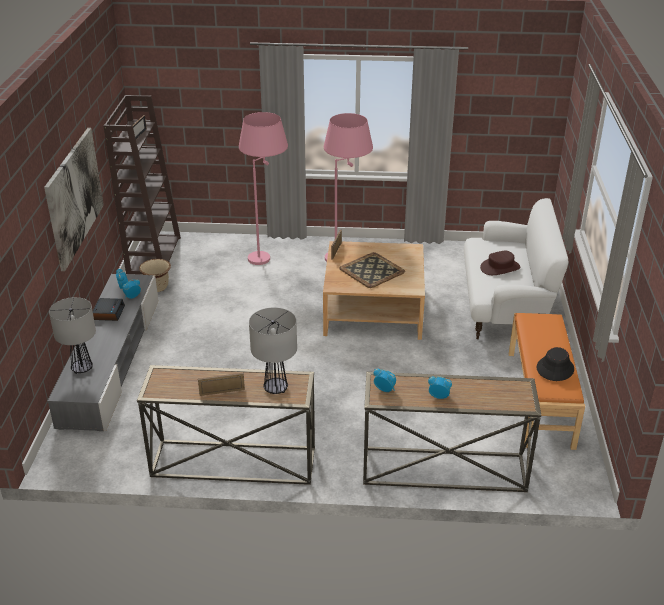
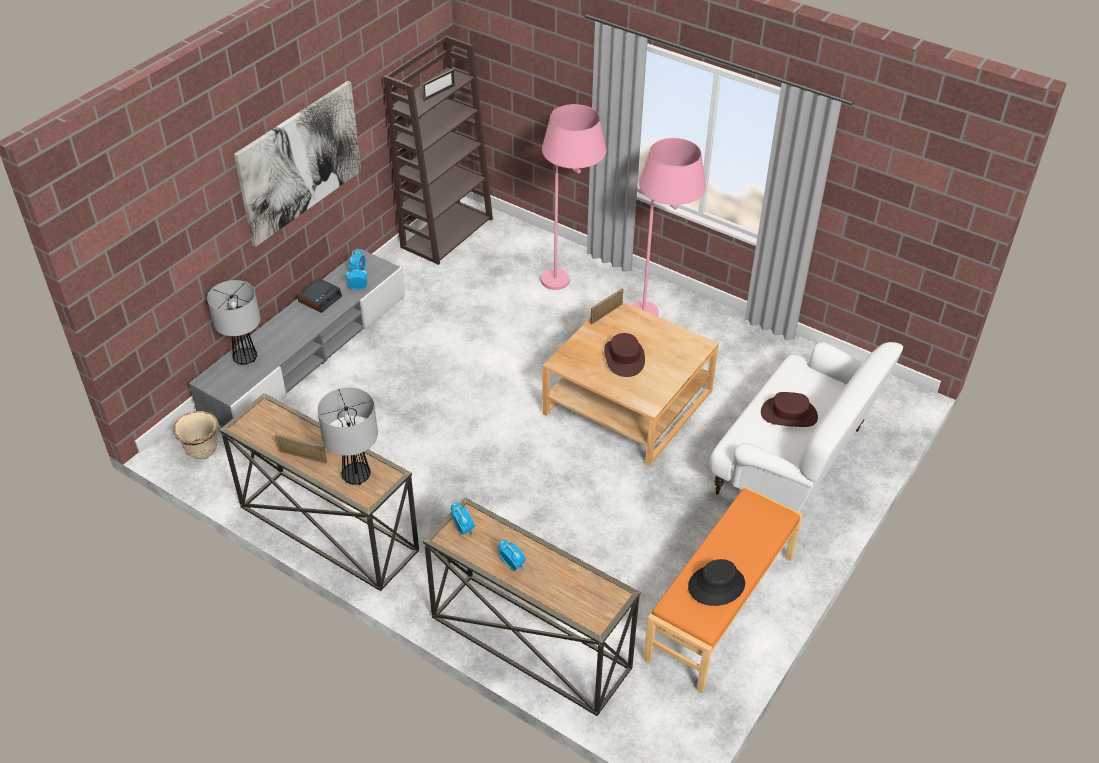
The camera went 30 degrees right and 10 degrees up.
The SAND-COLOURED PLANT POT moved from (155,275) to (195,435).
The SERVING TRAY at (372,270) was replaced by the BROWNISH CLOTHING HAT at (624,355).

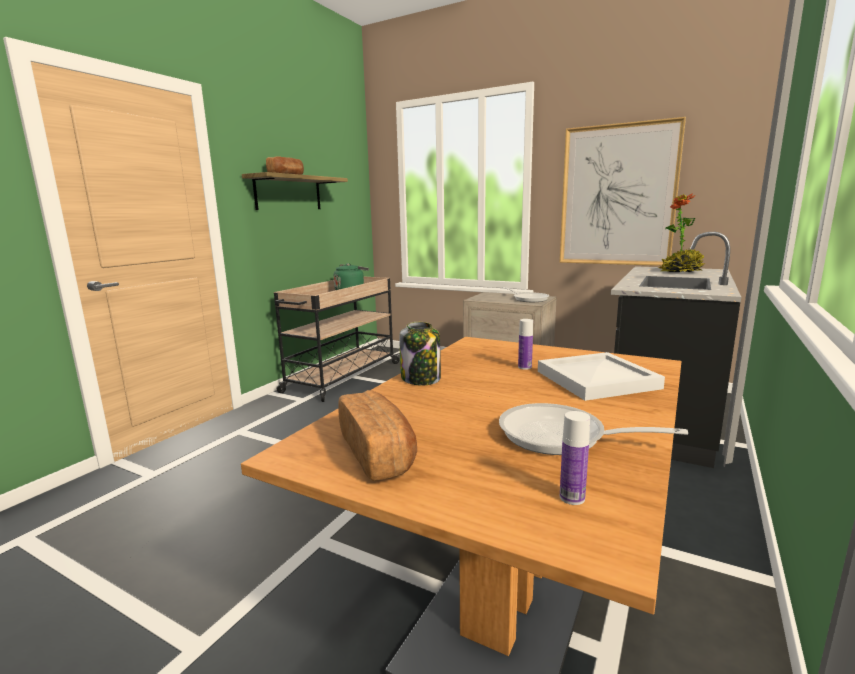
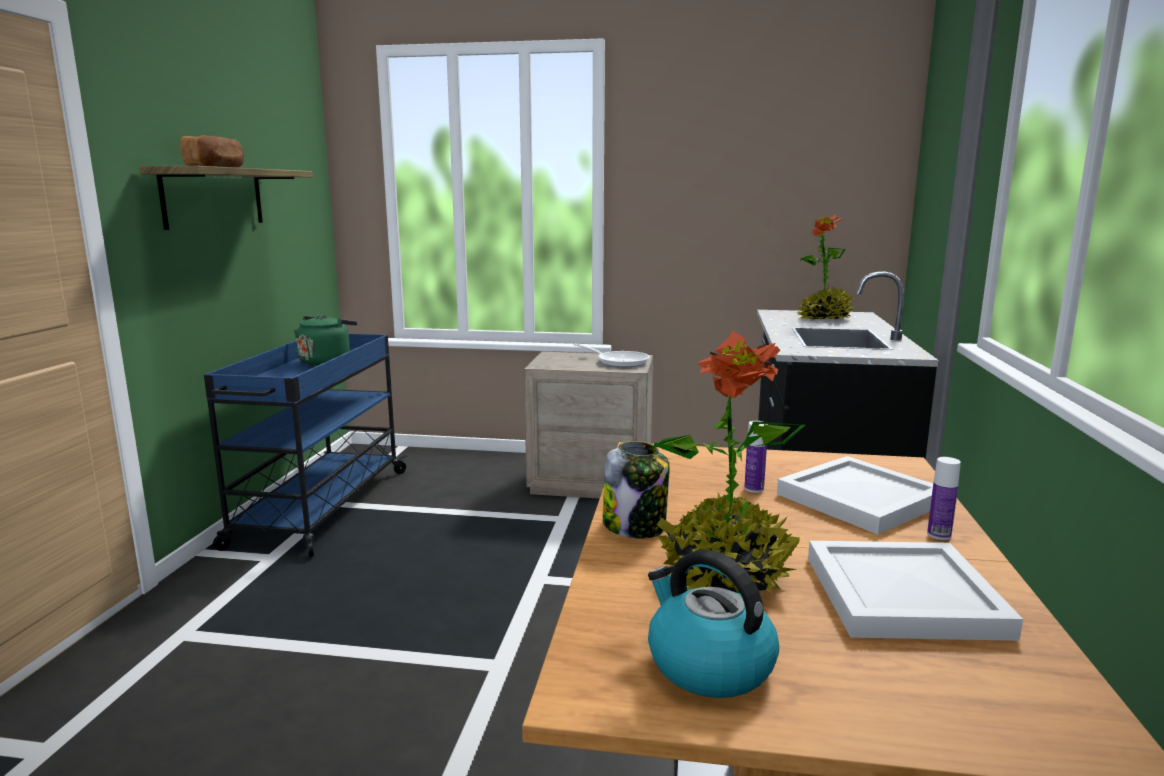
The camera went 20 degrees left and 0 degrees up.
The SAND-COLOURED WHEELED CART at (337,339) became the BLUE WHEELED CART at (306,445).
The BREAD at (377,435) was replaced by the KETTLE at (713,623).
The FRYING PAN at (593,429) was replaced by the WHITE-COLOURED SERVING TRAY at (915,591).
The PICTURE at (622,191) disappeared.
The DRINK BOTTLE moved from (575,458) to (944,498).
The POTTED PLANT at (727,462) appeared.

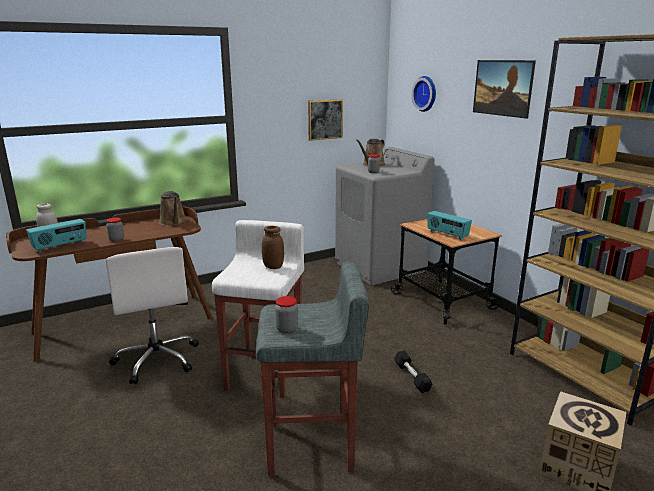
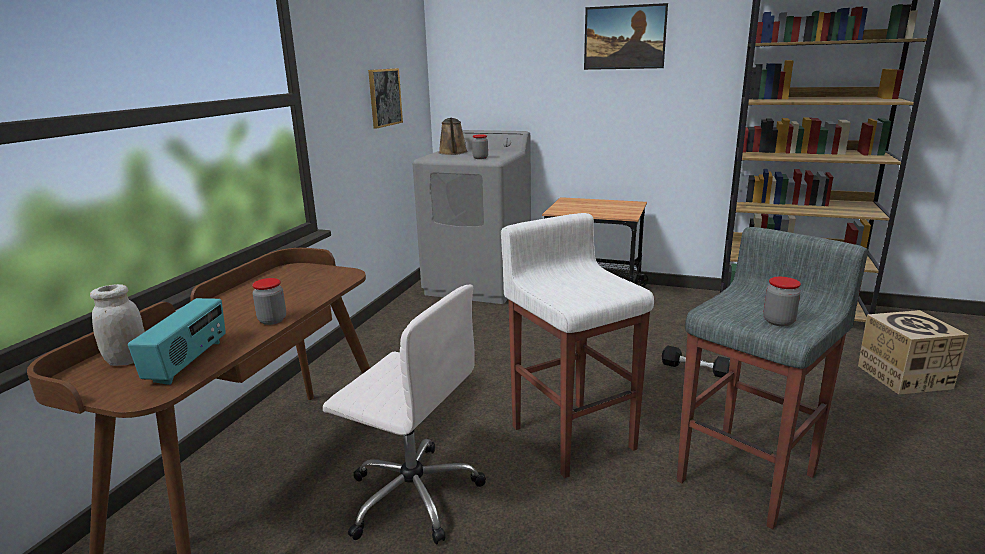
The camera went 40 degrees left and 0 degrees up.
The BROWNISH WATERING POT at (173,208) disappeared.
The BROWNISH PRESERVE JAR at (273,247) disappeared.
The CLOCK ON THE WALL at (424,94) disappeared.
The RADIO RECEIVER at (449,225) disappeared.

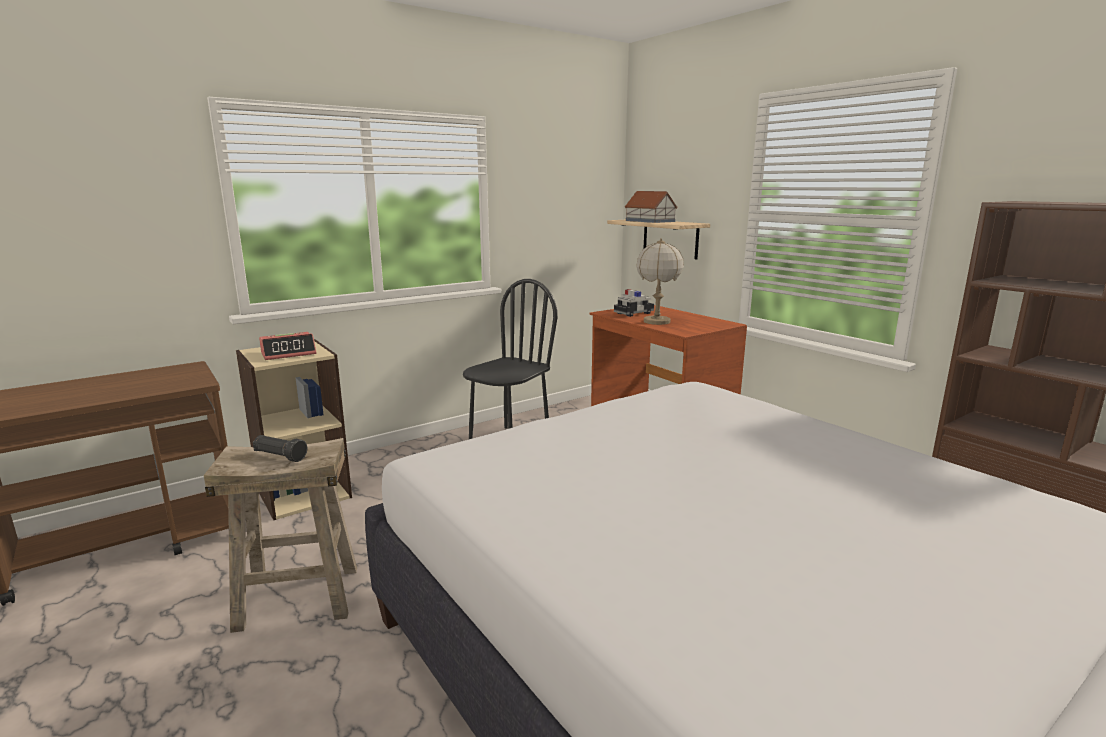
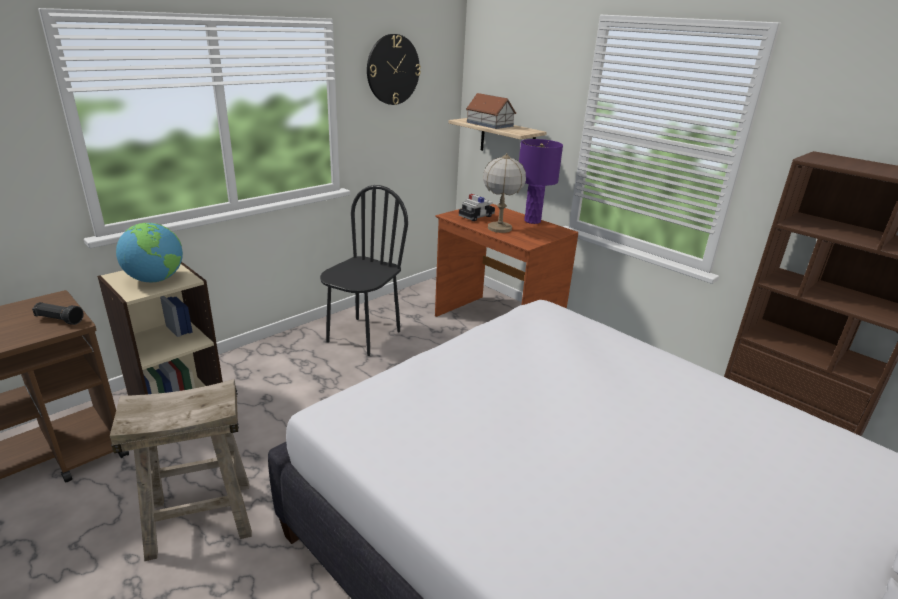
The camera went 10 degrees left and 10 degrees up.
The BLACK-COLOURED FLASHLIGHT moved from (280,448) to (58,313).
The TABLE CLOCK at (287,346) was replaced by the GLOBE at (149,252).
The CLOCK ON THE WALL at (394,69) appeared.
The PURPLE LAMP FOR A TABLE at (541,181) appeared.

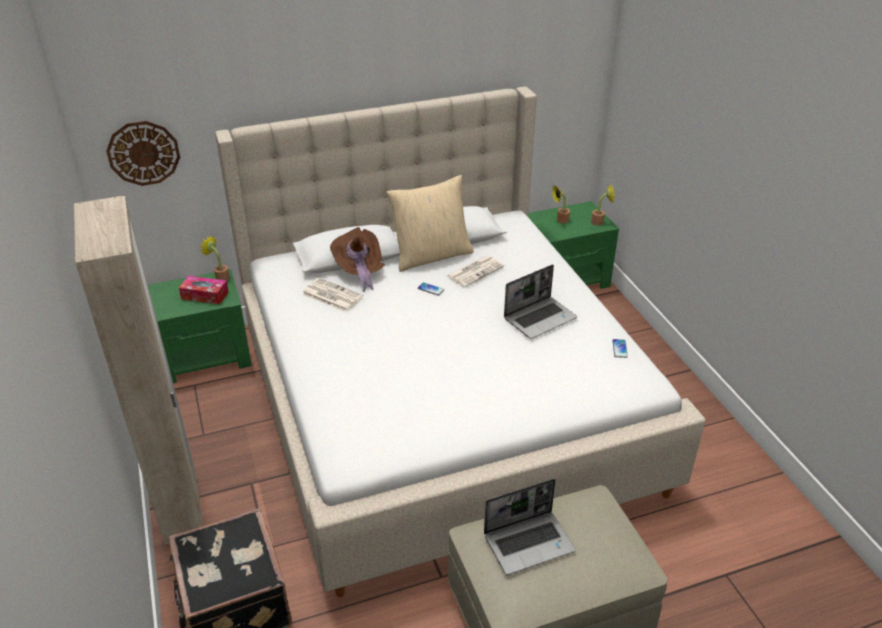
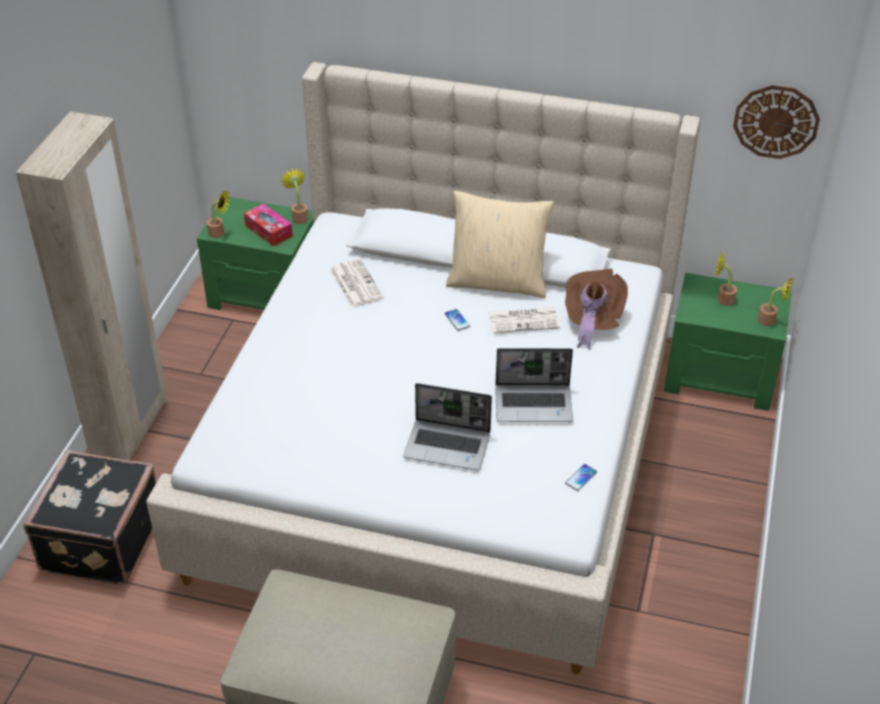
The camera went 35 degrees right and 5 degrees up.
The CLOCK ON THE WALL moved from (143,153) to (776,122).
The BROWNISH CLOTHING HAT moved from (357,259) to (596,309).
The NOTEBOOK COMPUTER moved from (530,527) to (447,427).
The POTTED PLANT at (219,214) appeared.

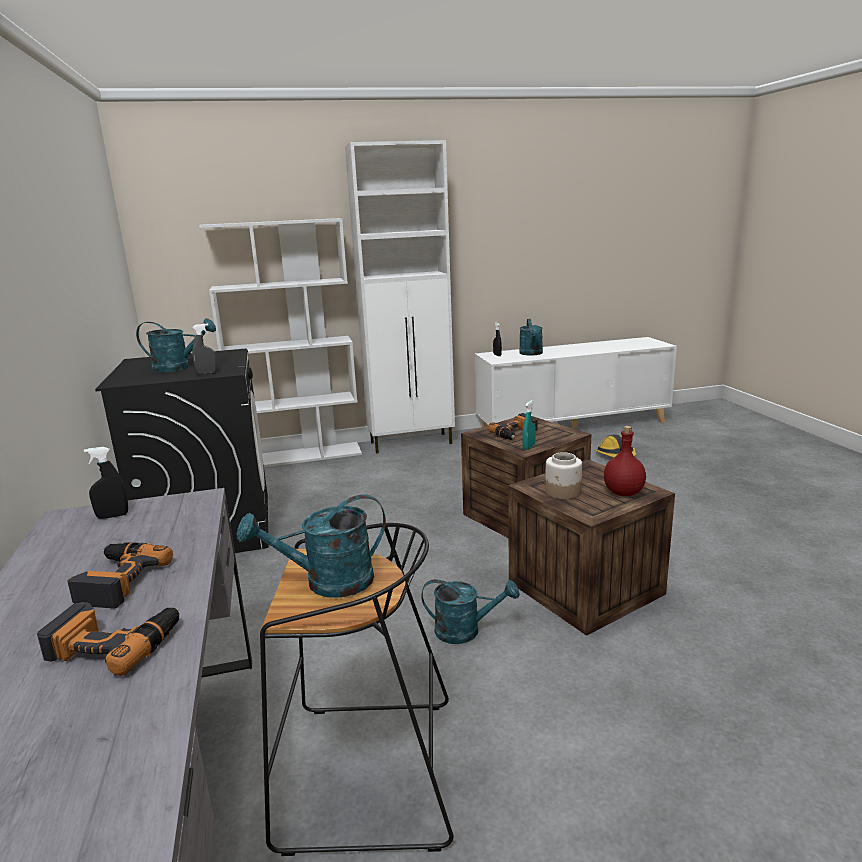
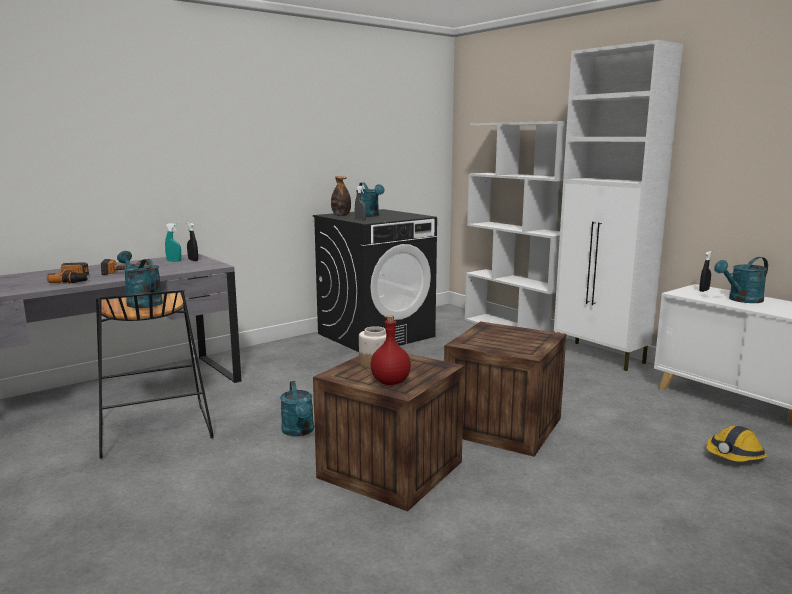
The camera went 65 degrees right and 5 degrees down.
The DRILL at (513,426) disappeared.
The TURQUOISE-COLOURED SPRAYER moved from (529,425) to (173,242).
The DRINK BOTTLE at (341,196) appeared.

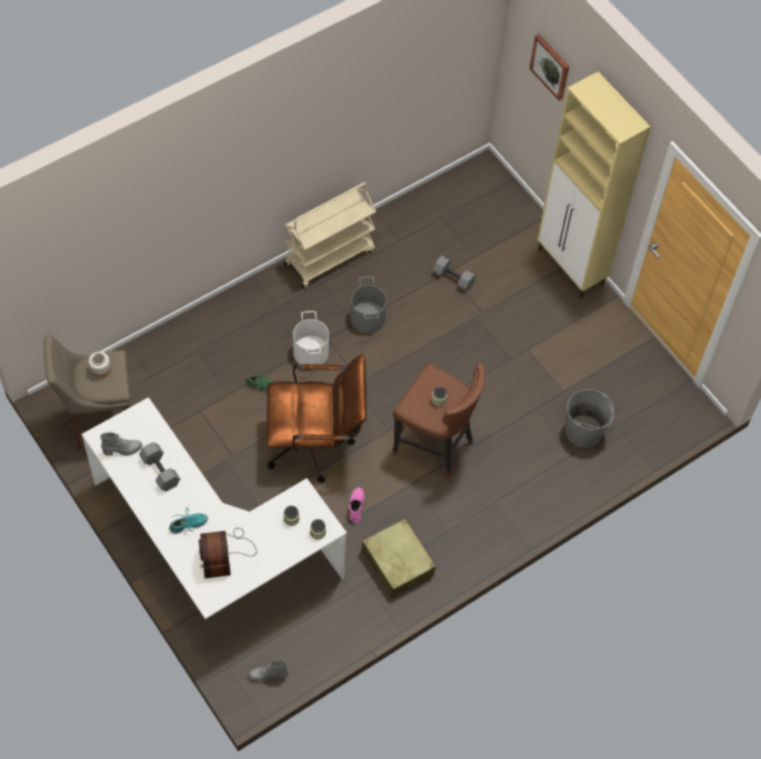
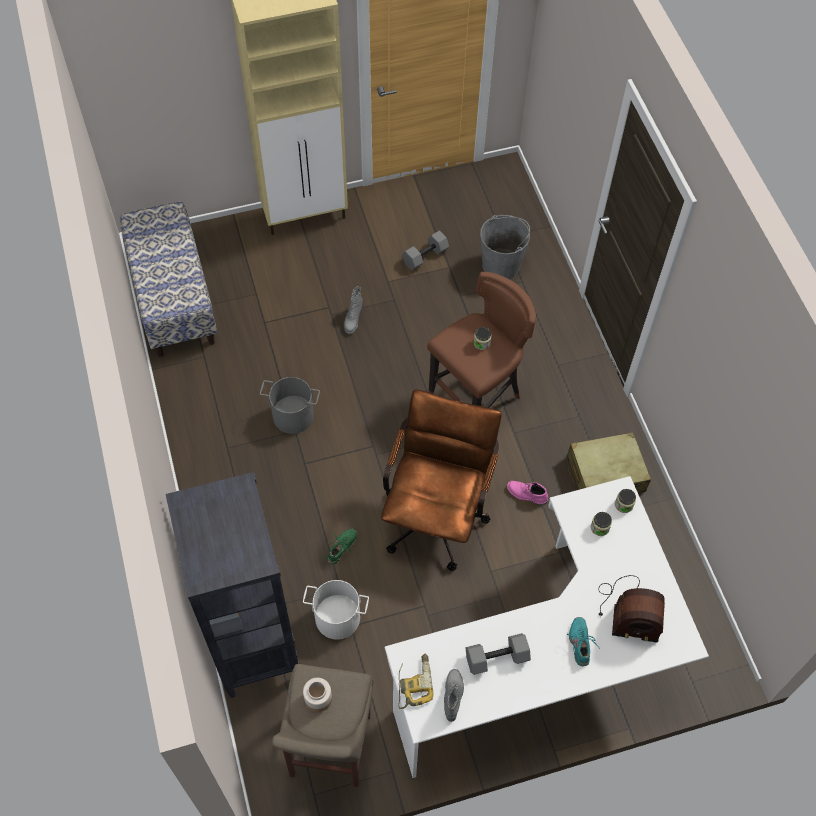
The camera went 70 degrees left and 0 degrees up.
The GRAY HIGH-TOP BOOT moved from (269,671) to (353,310).
The SAND-COLOURED WHEELED CART at (330,235) disappeared.
The WHITE-COLOURED BUCKET moved from (311,338) to (336,610).
The GRAY DUMBBELL moved from (454,273) to (425,250).
The PICTURE at (549,67) disappeared.
The INDOOR BENCH at (168,279) appeared.
The BLACK-COLOURED BOOKSHELF at (232,585) appeared.
The DRILL at (415,681) appeared.

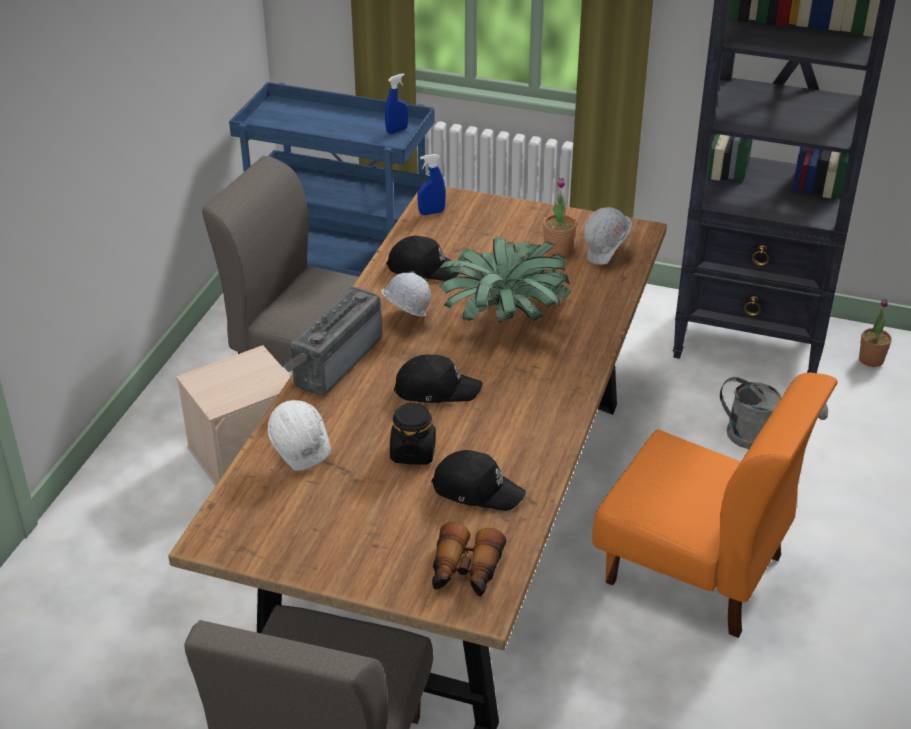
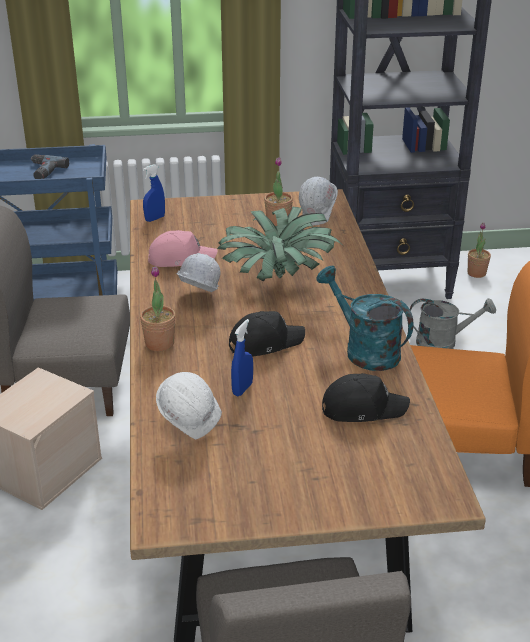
The camera went 25 degrees left and 5 degrees down.
The RADIO RECEIVER at (332,341) was replaced by the POTTED PLANT at (158,308).
The BLUE SPRAYER moved from (396,103) to (242,357).
The BLACK-COLOURED BASEBALL CAP at (423,258) became the PINKISH BASEBALL CAP at (183,248).
The BLACK-COLOURED PRESERVE JAR at (413,433) disappeared.
The BINOCULARS at (469,559) disappeared.
The DRILL at (50,166) appeared.
The TURQUOISE-COLOURED WATERING POT at (365,318) appeared.

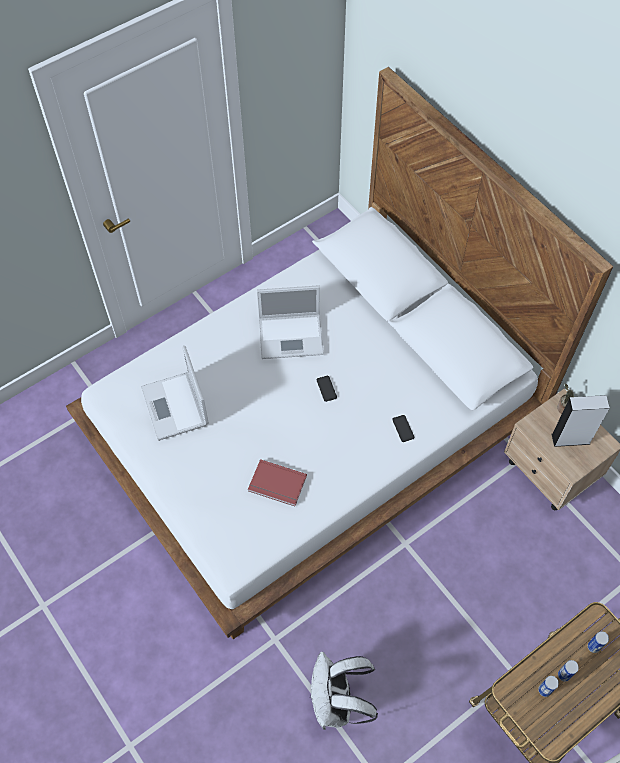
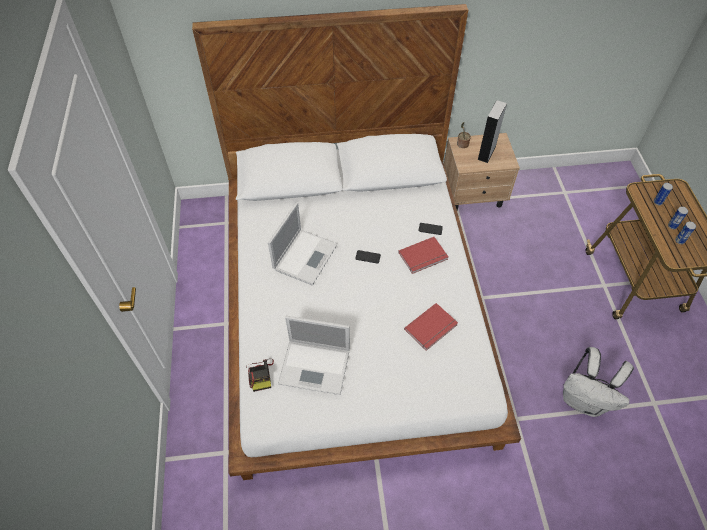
The camera went 60 degrees left and 5 degrees down.
The PHOTO CAMERA at (260,375) appeared.
The RED BOOK at (423,255) appeared.

